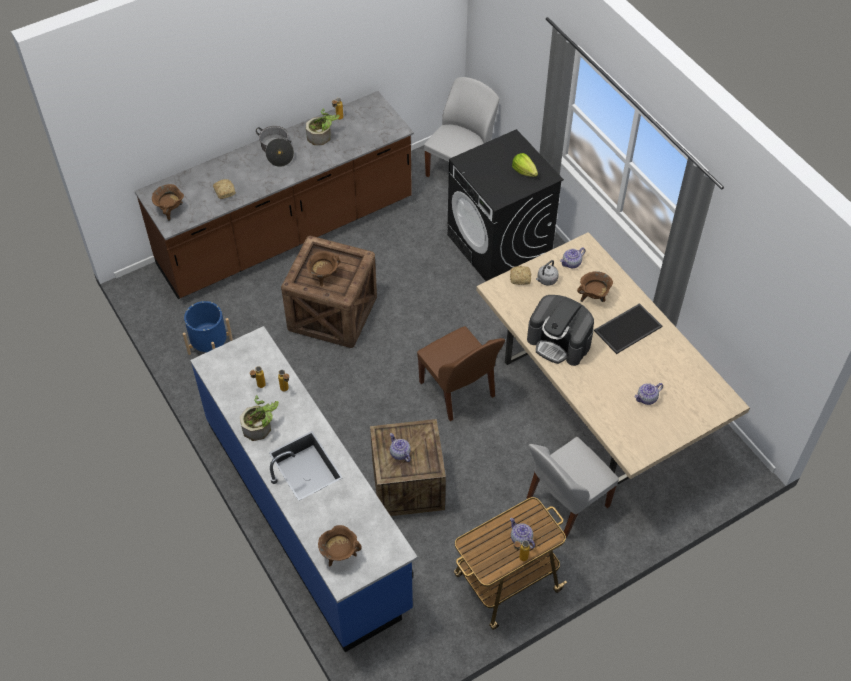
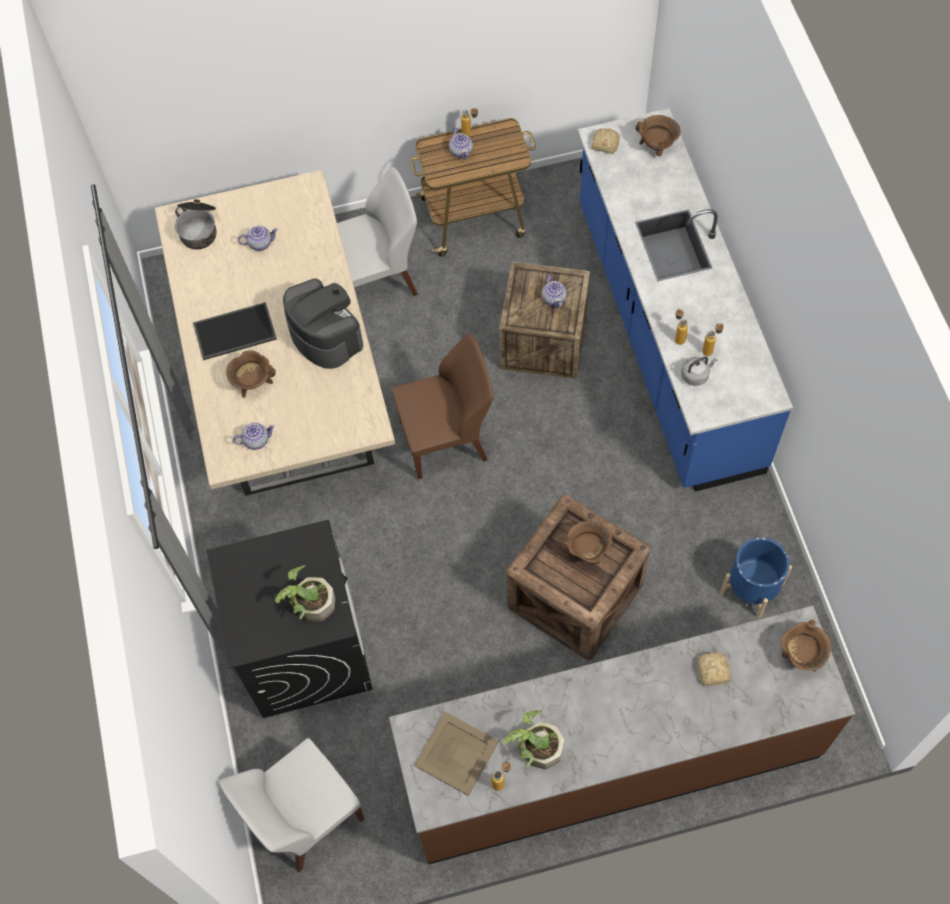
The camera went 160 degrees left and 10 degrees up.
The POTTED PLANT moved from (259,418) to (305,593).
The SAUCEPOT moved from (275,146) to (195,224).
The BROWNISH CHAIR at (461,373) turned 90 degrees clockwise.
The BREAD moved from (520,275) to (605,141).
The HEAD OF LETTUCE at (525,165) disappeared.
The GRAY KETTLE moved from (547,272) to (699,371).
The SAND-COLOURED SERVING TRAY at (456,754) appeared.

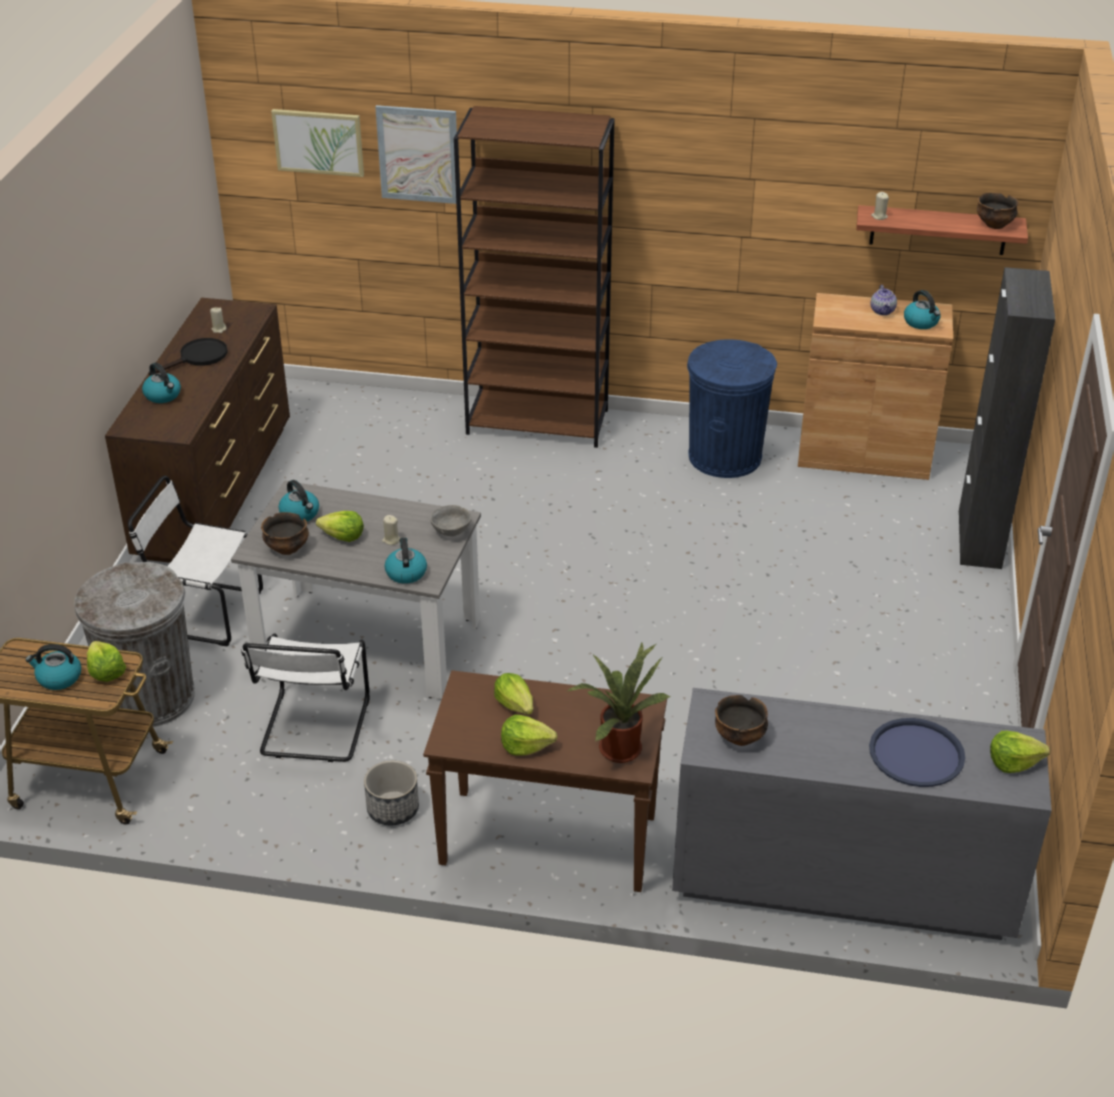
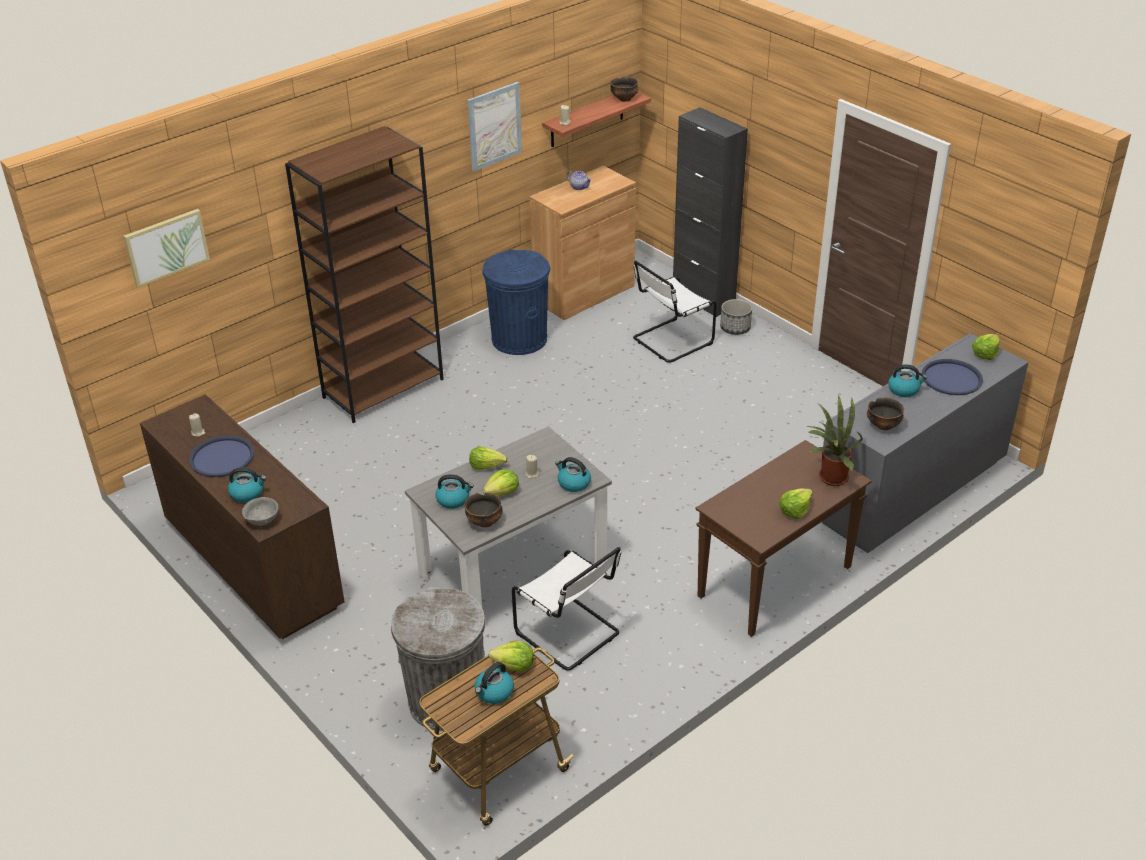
The camera went 50 degrees left and 0 degrees up.
The WHITE-COLOURED CHAIR moved from (195,561) to (675,312).
The BLACK-COLOURED FRYING PAN at (188,356) was replaced by the BLUE SERVING TRAY at (221,456).
The PLANT POT moved from (391,793) to (736,317).
The PICTURE moved from (416,154) to (494,126).
The GRAY BOWL moved from (451,520) to (260,511).
The HEAD OF LETTUCE moved from (513,694) to (488,458).
The KETTLE moved from (922,309) to (907,380).

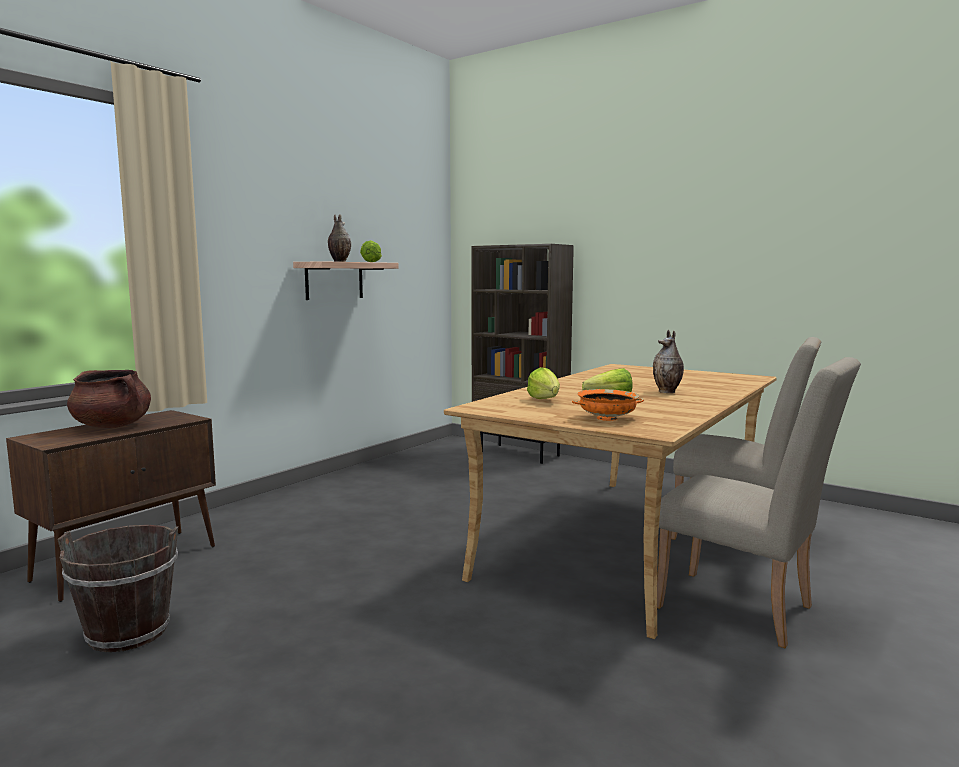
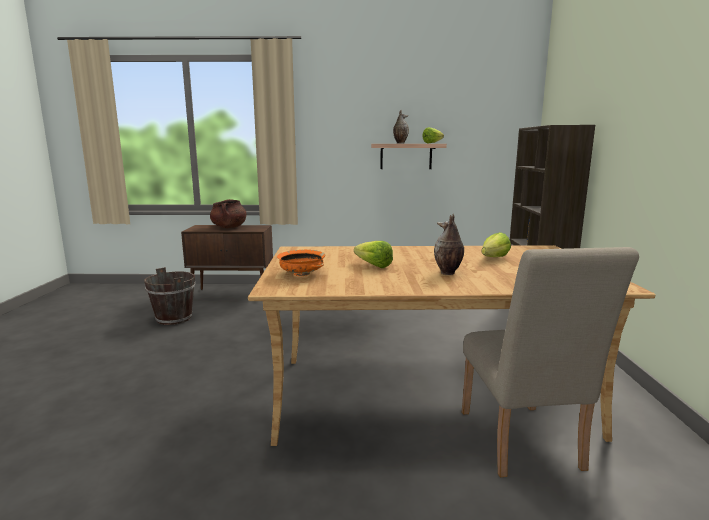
The camera went 55 degrees right and 5 degrees up.
The HEAD OF LETTUCE moved from (543,383) to (496,244).
The SAND-COLOURED CHAIR at (759,502) disappeared.

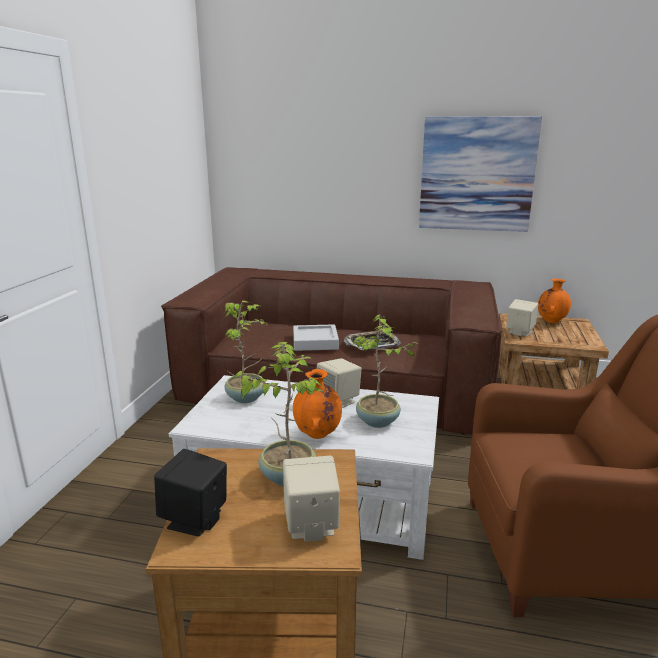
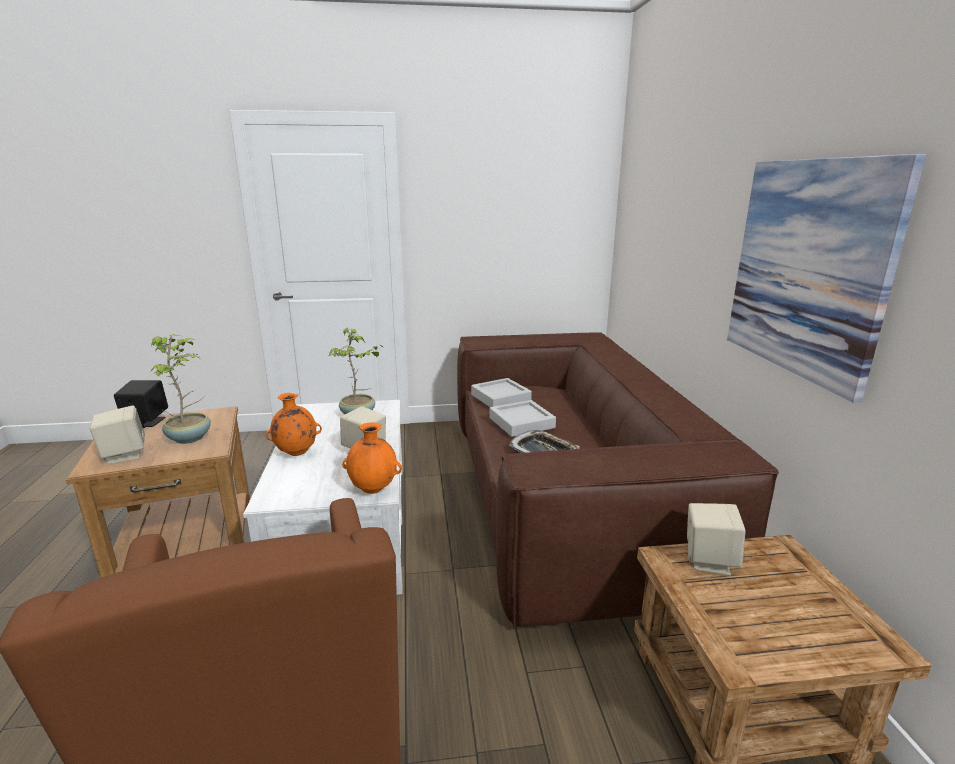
The camera went 70 degrees right and 0 degrees up.
The POTTED PLANT at (384,371) disappeared.
The ORANGE DECORATIVE VASE moved from (554,301) to (372,458).
The GRAY SERVING TRAY at (501,392) appeared.

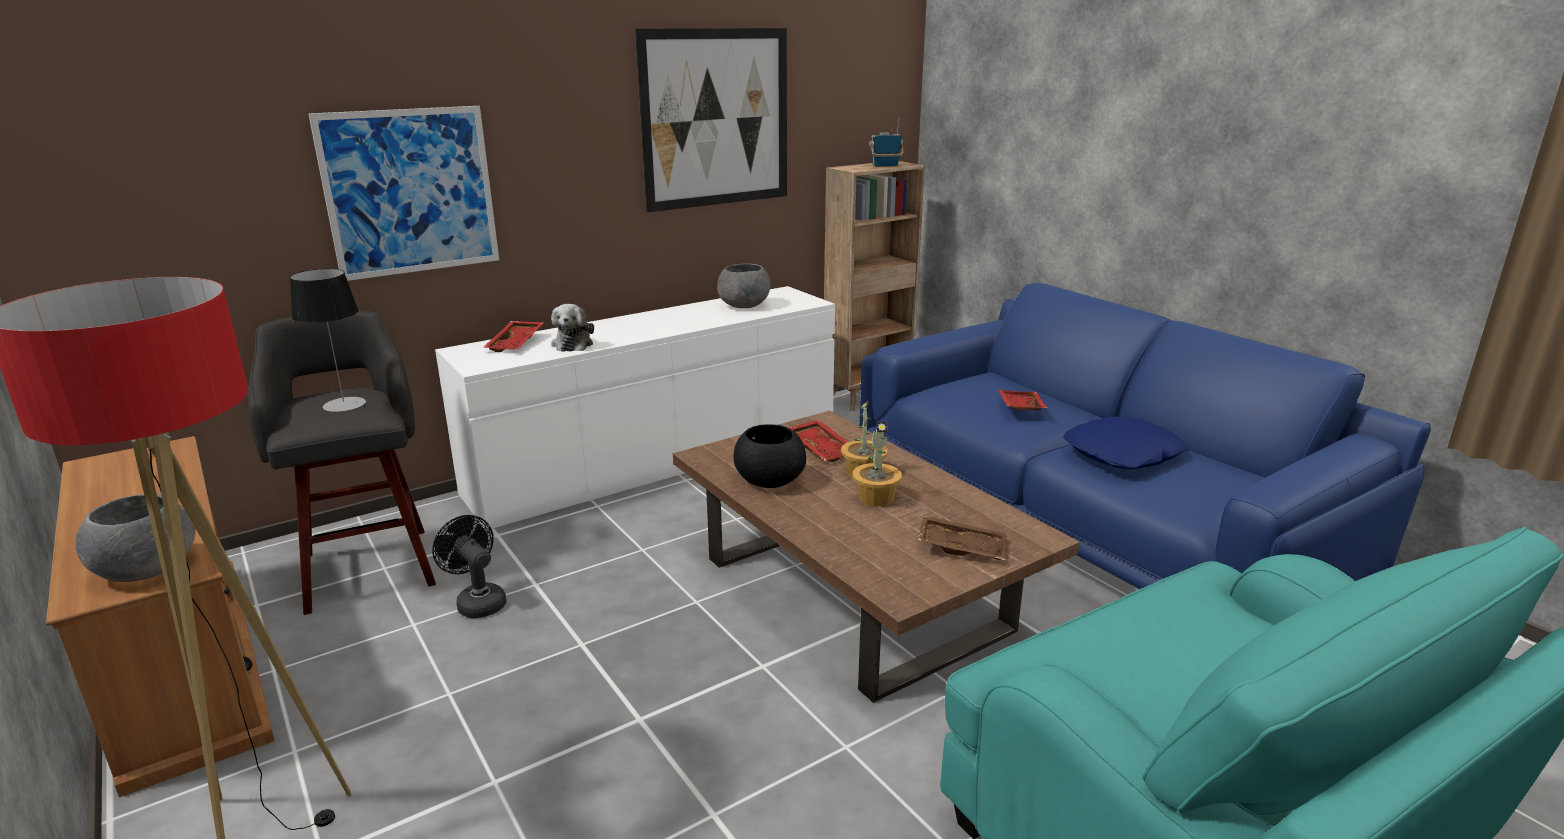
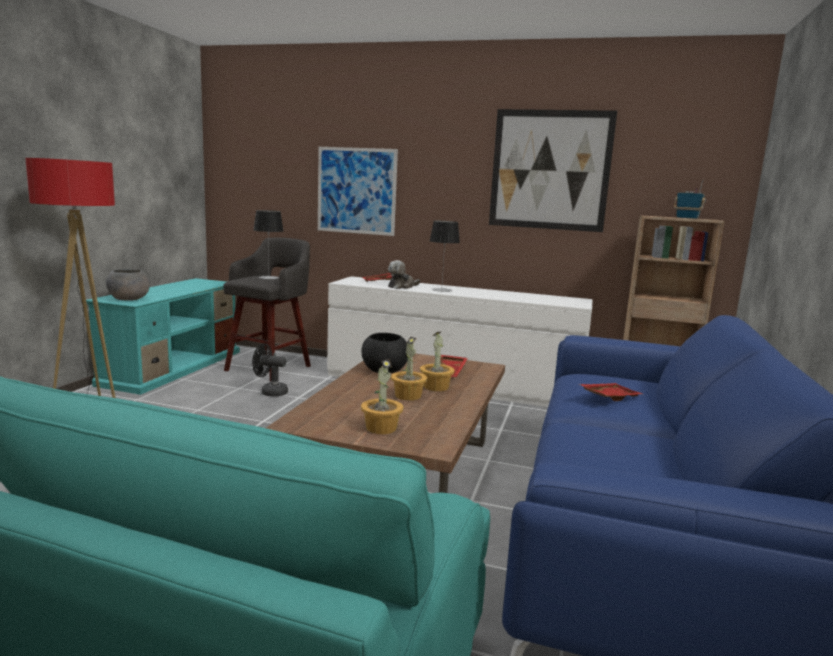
The camera went 50 degrees right and 10 degrees down.
The BROWNISH TV STAND at (160,617) became the TURQUOISE-COLOURED TV STAND at (163,336).
The BLACK-COLOURED ELECTRIC FAN at (469,566) turned 90 degrees counterclockwise.
The GRAY BOWL at (743,286) disappeared.
The BROWNISH SERVING TRAY at (962,537) was replaced by the POTTED PLANT at (382,396).
The BLUE PILLOW at (1125,442) disappeared.
The LAMP FOR A TABLE at (445,256) appeared.

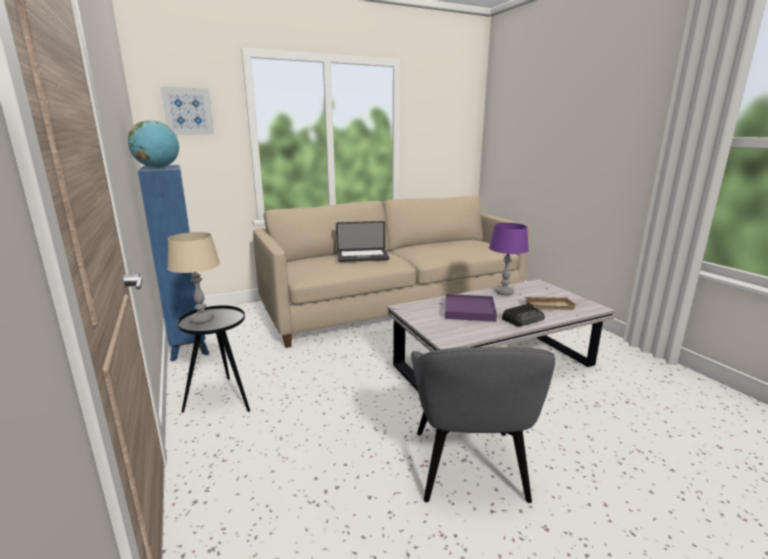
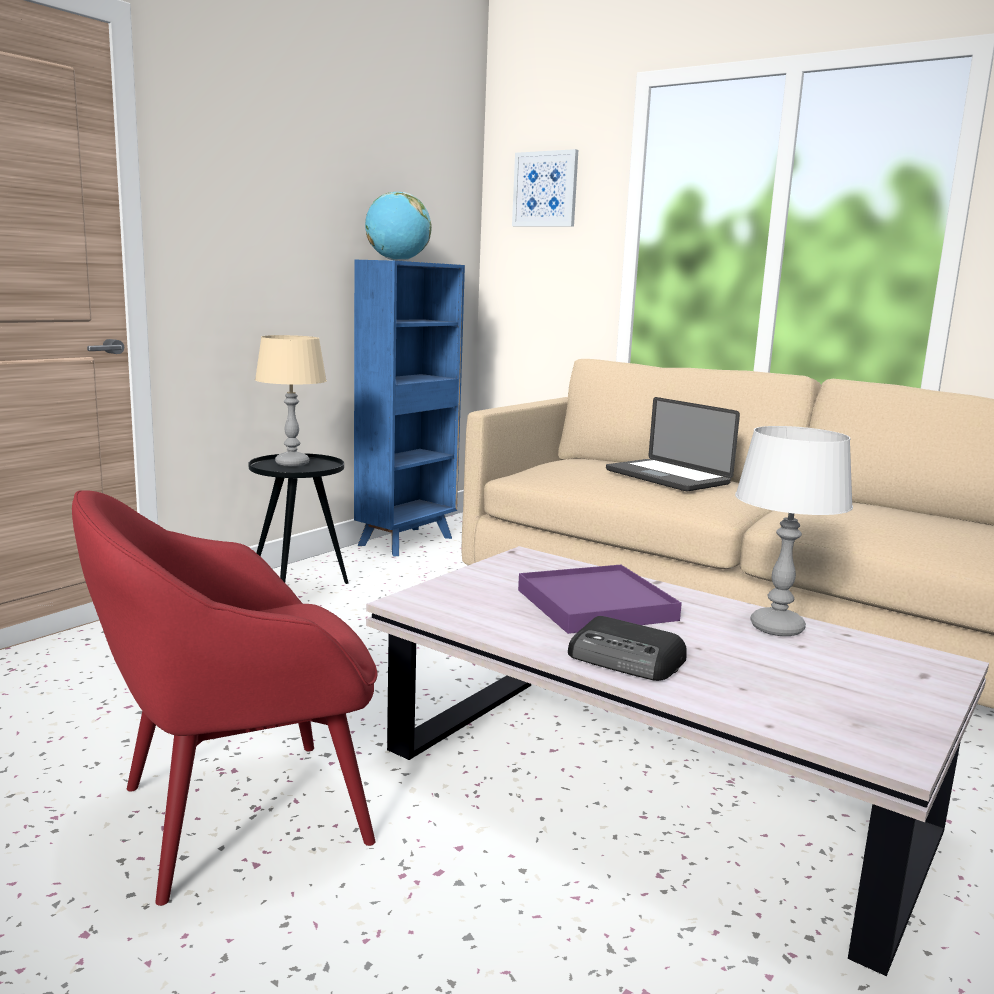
The camera went 60 degrees right and 5 degrees down.
The GRAY LOUNGE CHAIR at (483,425) became the RED LOUNGE CHAIR at (225,698).
The PURPLE LAMP FOR A TABLE at (509,259) became the GRAY LAMP FOR A TABLE at (794,531).
The SAND-COLOURED SERVING TRAY at (550,303) disappeared.

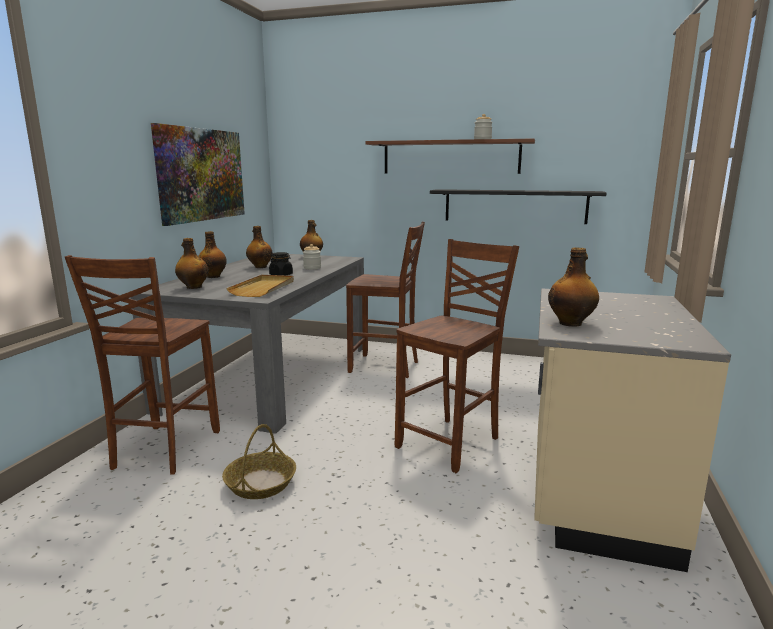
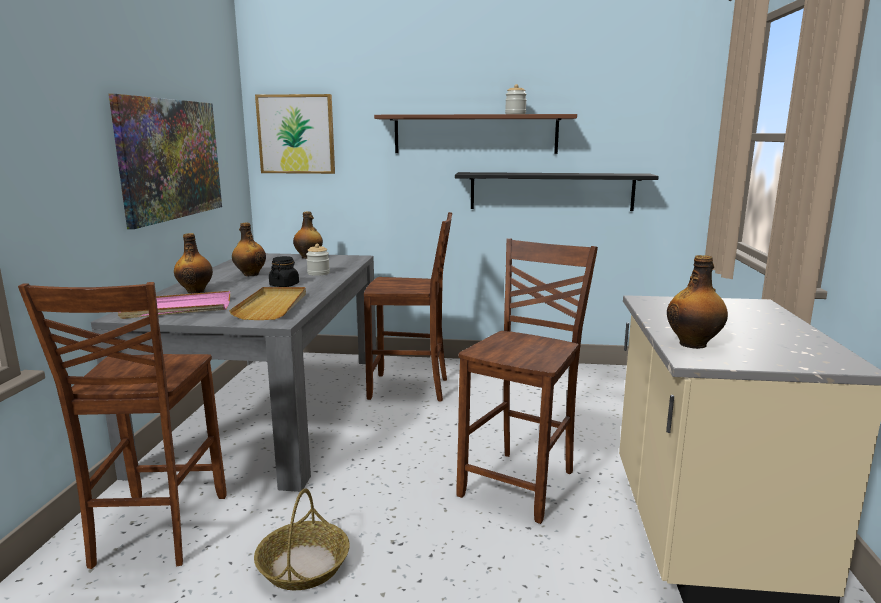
The camera went 10 degrees left and 0 degrees up.
The DRINK BOTTLE at (192,263) was replaced by the PINKISH SERVING TRAY at (174,305).
The PICTURE at (295,134) appeared.

